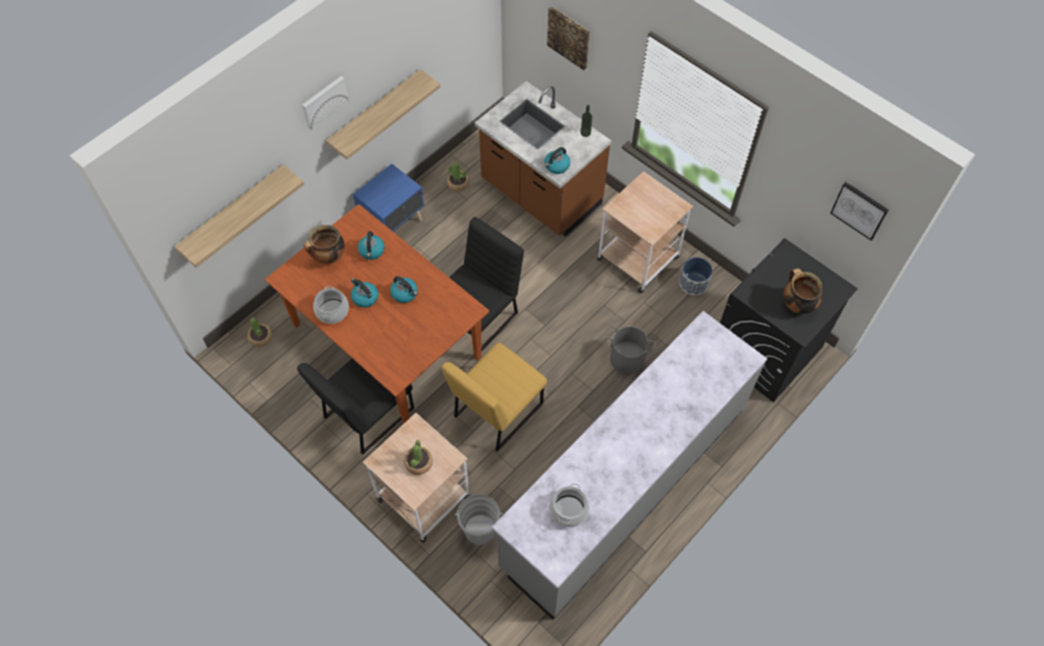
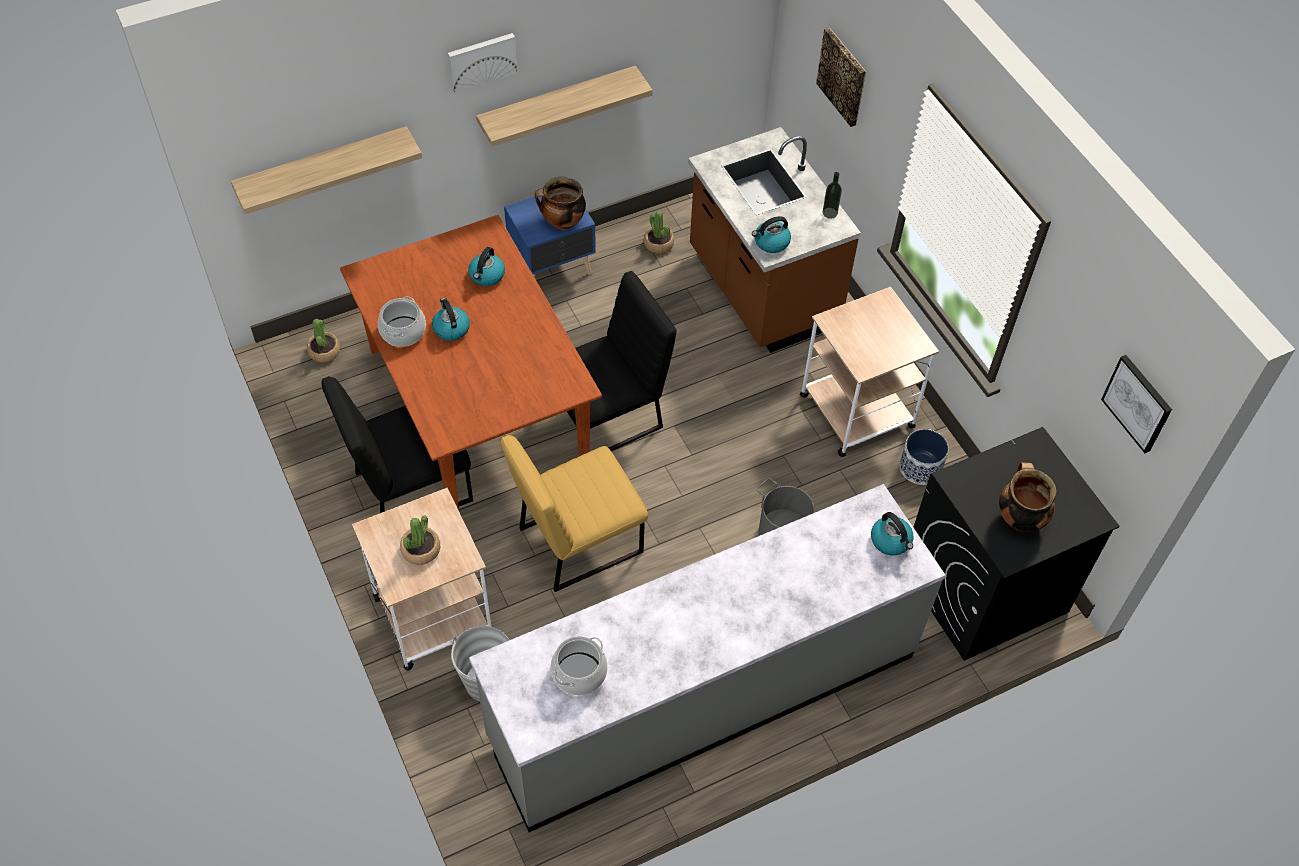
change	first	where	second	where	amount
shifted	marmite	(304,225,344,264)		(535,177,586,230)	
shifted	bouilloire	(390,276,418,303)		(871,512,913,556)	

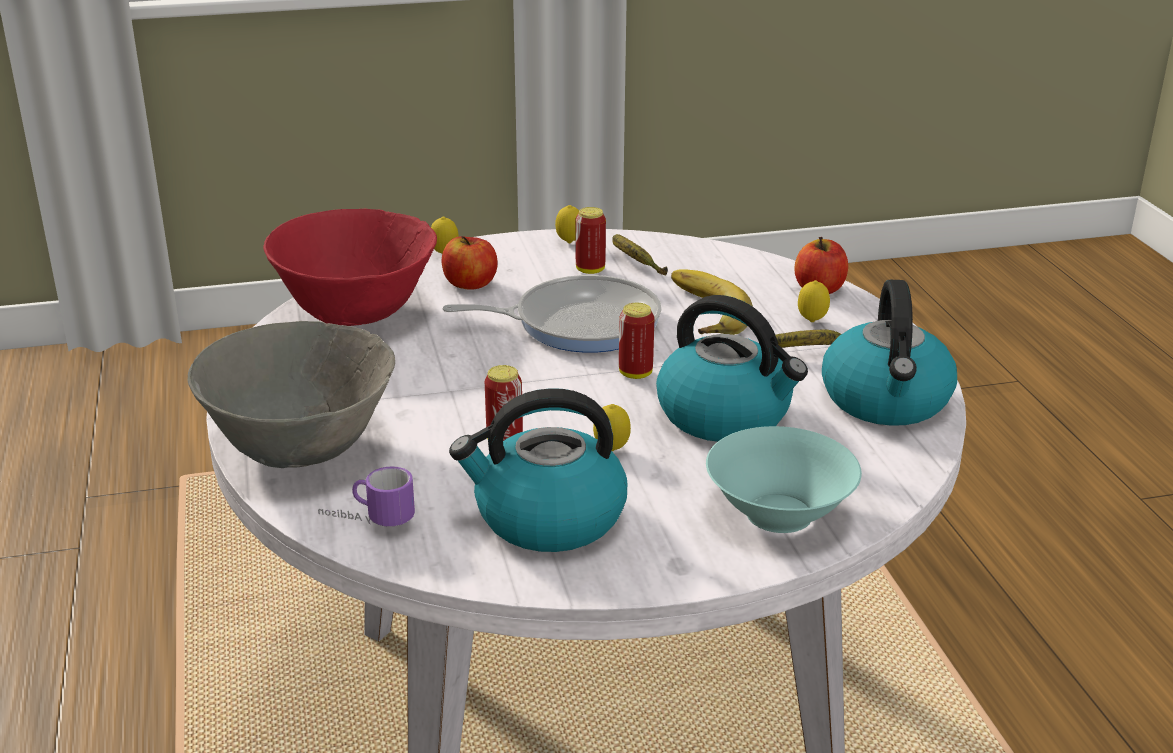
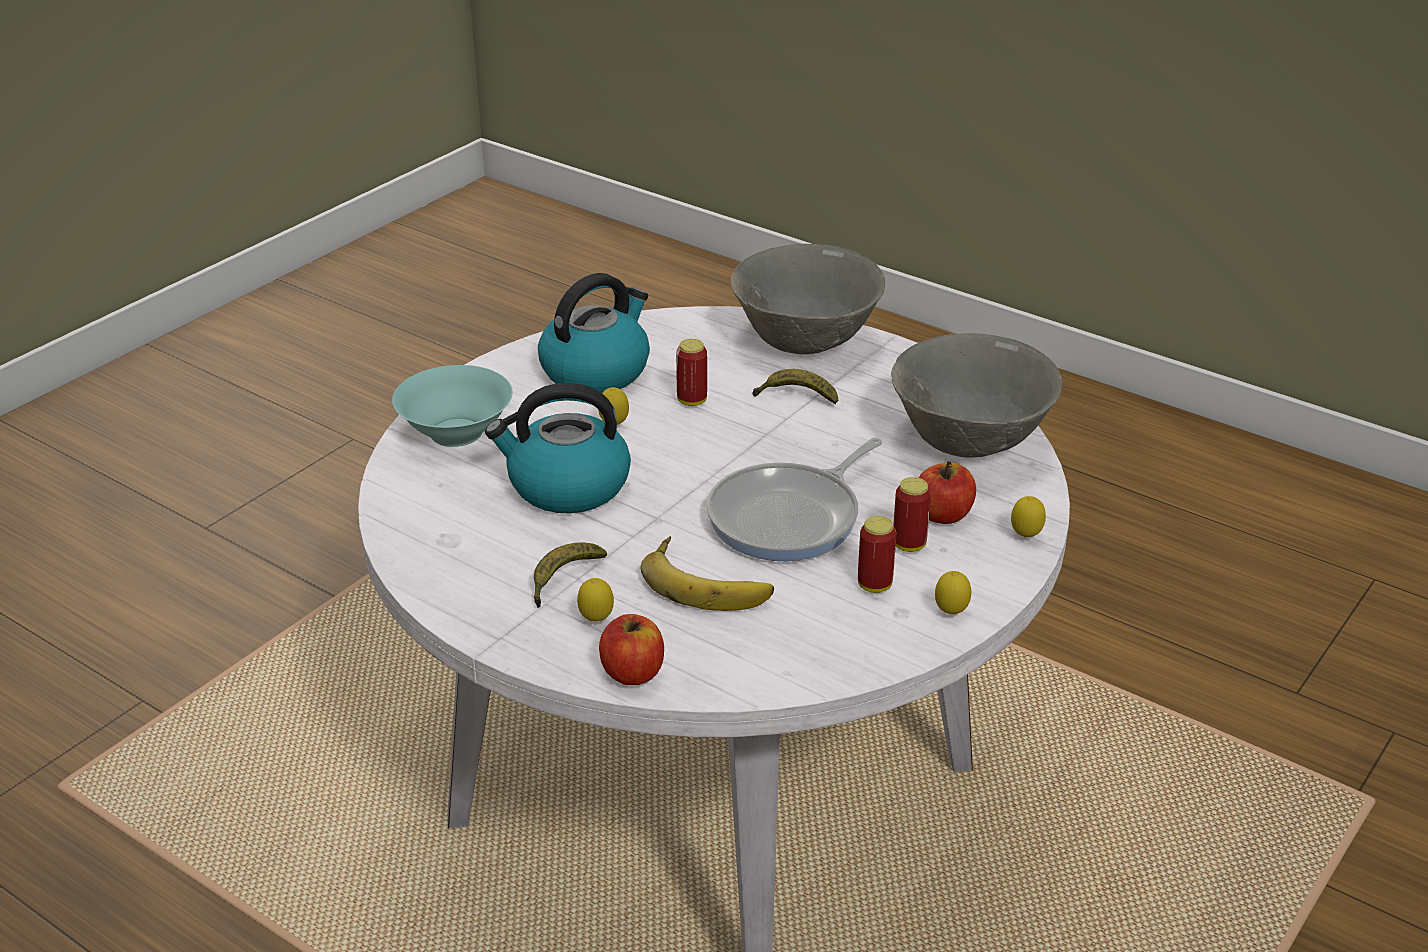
change	first	where	second	where	amount
repainted	bol (rouge)	(263,209,437,326)	bol (gris)	(891,333,1062,458)	
shifted	banane	(612,234,668,276)		(752,369,838,404)	
gone	bouilloire	(822,280,957,426)			
shifted	boîte métallique	(619,303,654,379)		(893,477,931,552)	
gone	mug	(318,466,415,527)			

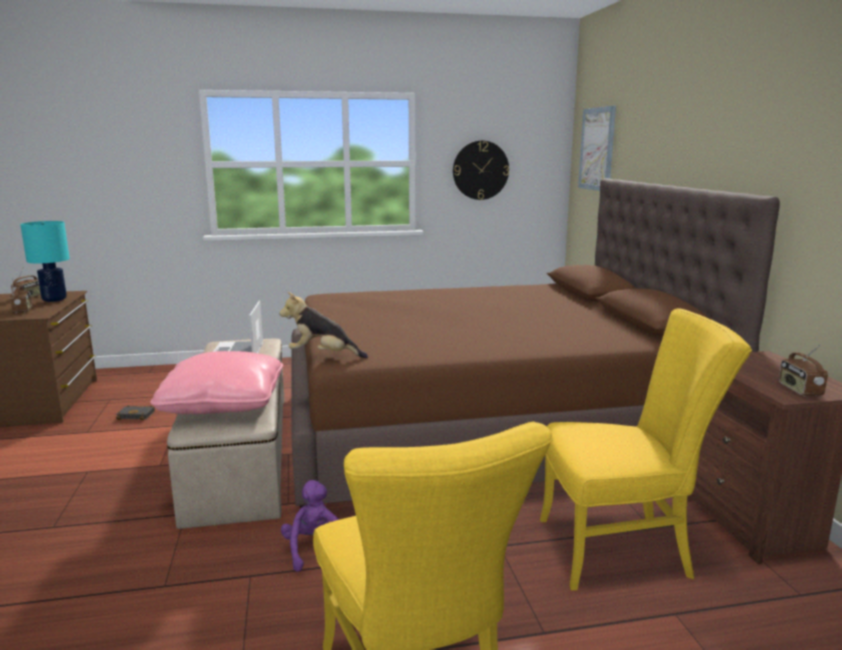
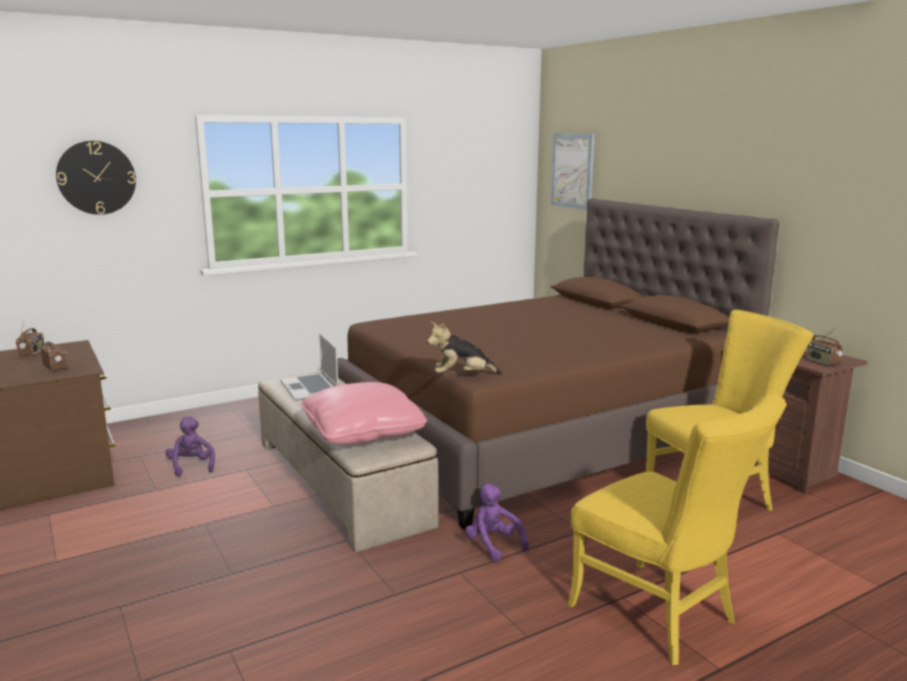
change	first	where	second	where	amount
shifted	horloge murale	(453,141,509,200)		(56,141,136,215)	
gone	lampe de table (turquoise)	(20,221,70,302)			
swapped	livre (noir)	(116,405,155,420)	peluche (violet)	(165,416,215,477)	

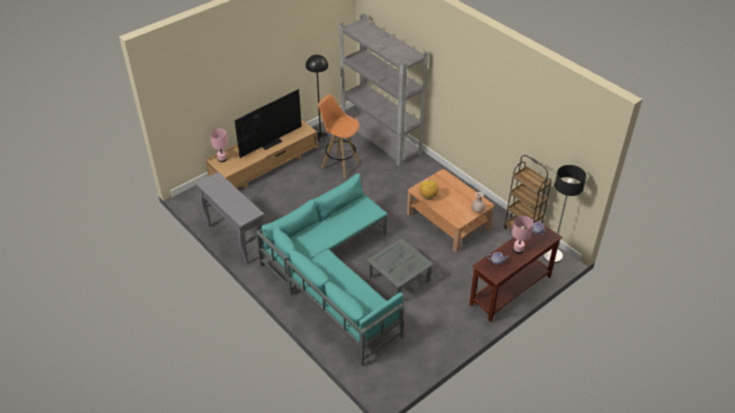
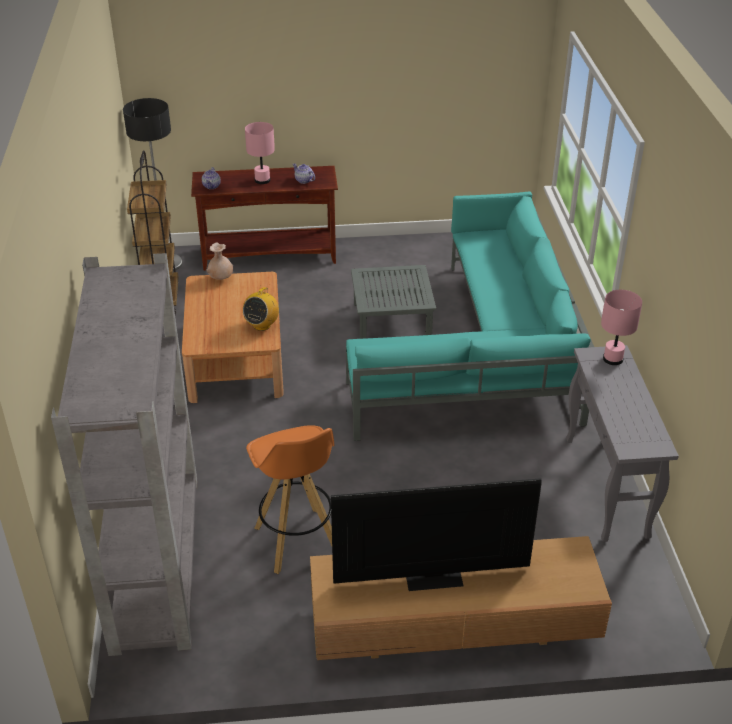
change	first	where	second	where	amount
gone	lampadaire (noir)	(306,55,328,142)			
shifted	lampe de table (rose)	(210,129,228,162)		(601,290,642,365)	

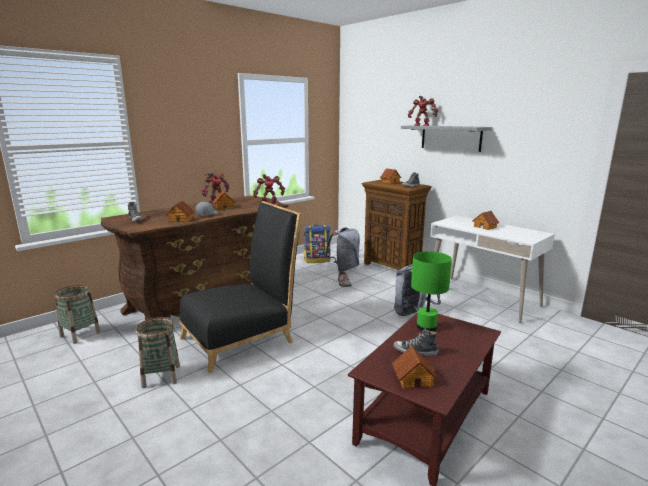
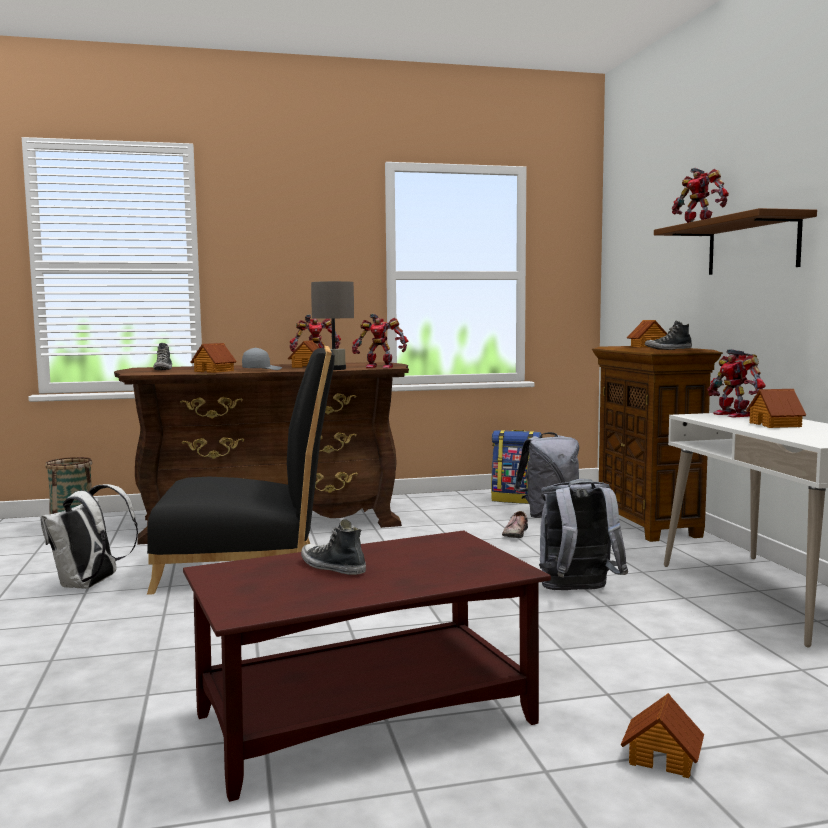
change	first	where	second	where	amount
repainted	étagère (gris)	(401,125,492,152)	étagère (marron)	(654,208,817,275)	
gone	lampe de table (vert)	(411,251,452,332)			
swapped	panier	(135,317,180,388)	sac à dos (blanc)	(40,484,138,589)	
shifted	maison miniature	(392,346,438,389)		(620,693,704,778)	
new			lampe de table (gris)	(311,281,354,370)	
new			robot jouet	(707,349,765,417)	

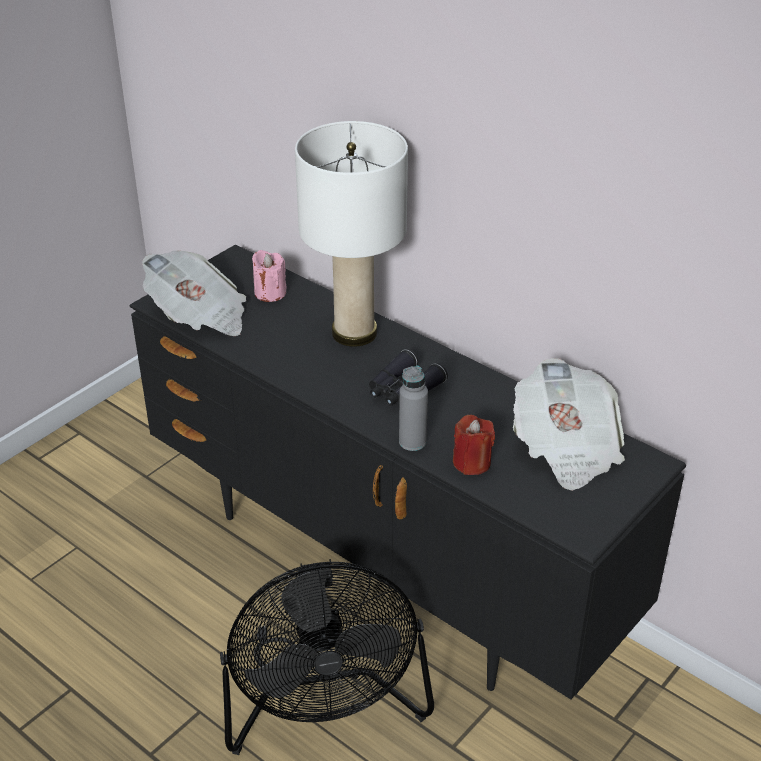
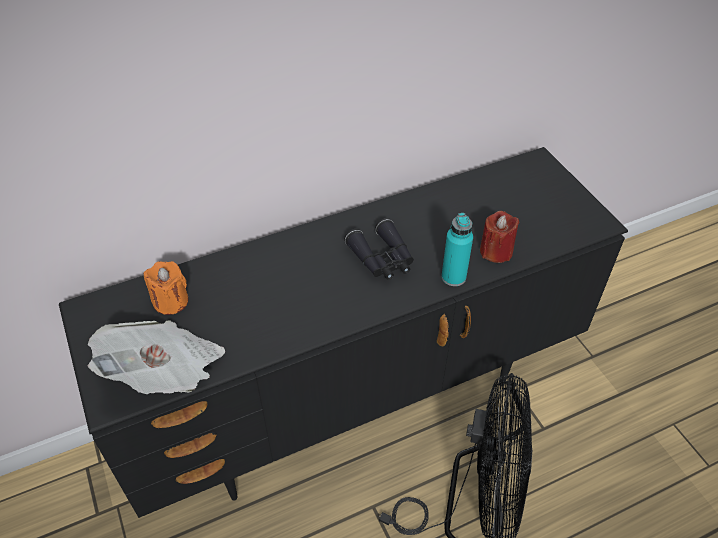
change	first	where	second	where	amount
gone	lampe de table (blanc)	(295,121,408,347)			
repainted	bougie (rose)	(252,250,287,302)	bougie (orange)	(144,261,189,315)	
gone	journal	(513,358,625,491)			
repainted	bouteille (gris)	(399,366,428,451)	bouteille (turquoise)	(441,213,473,286)	

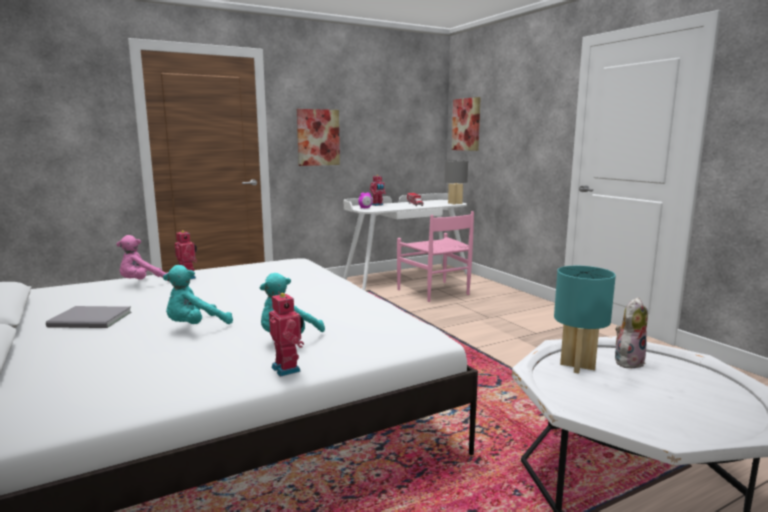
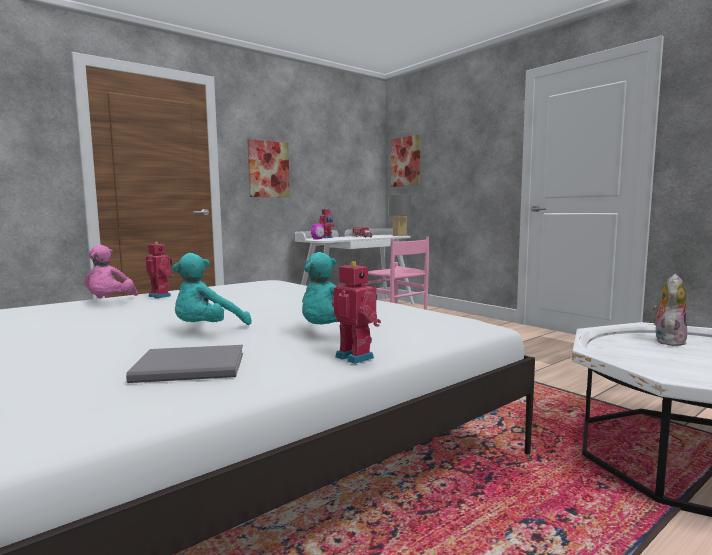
change	first	where	second	where	amount
rotated	peluche (rose)	(116,235,168,279)		(84,245,138,299)	45 degrees counterclockwise
gone	lampe de table (turquoise)	(554,266,616,373)			
shifted	livre (gris)	(46,306,131,328)		(126,345,243,383)	

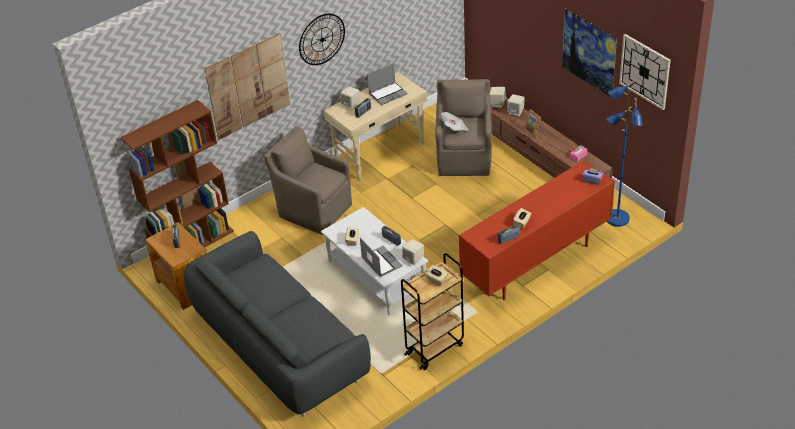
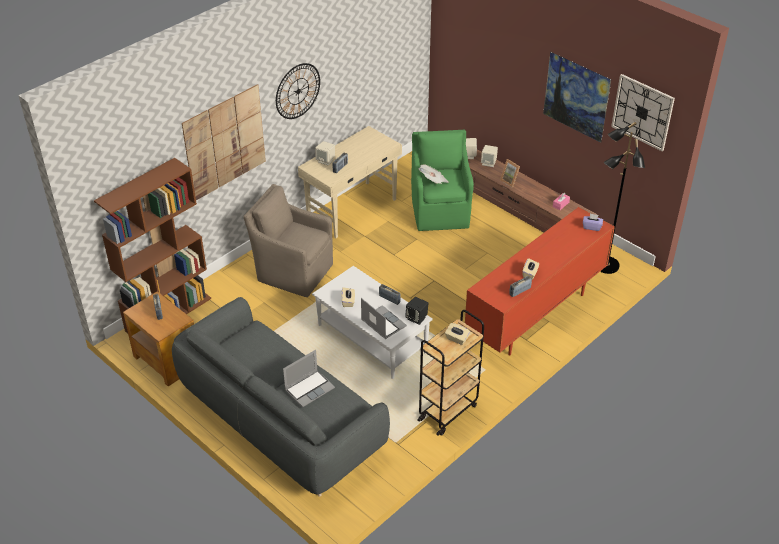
change	first	where	second	where	amount
shifted	ordinateur portable	(367,63,407,105)		(283,350,335,407)	
repainted	fauteuil (marron)	(435,79,492,176)	fauteuil (vert)	(411,130,474,231)	
repainted	lampadaire (bleu)	(606,81,643,227)	lampadaire (noir)	(600,122,645,274)	
repainted	enceinte (beige)	(402,239,424,266)	enceinte (noir)	(405,297,428,325)	

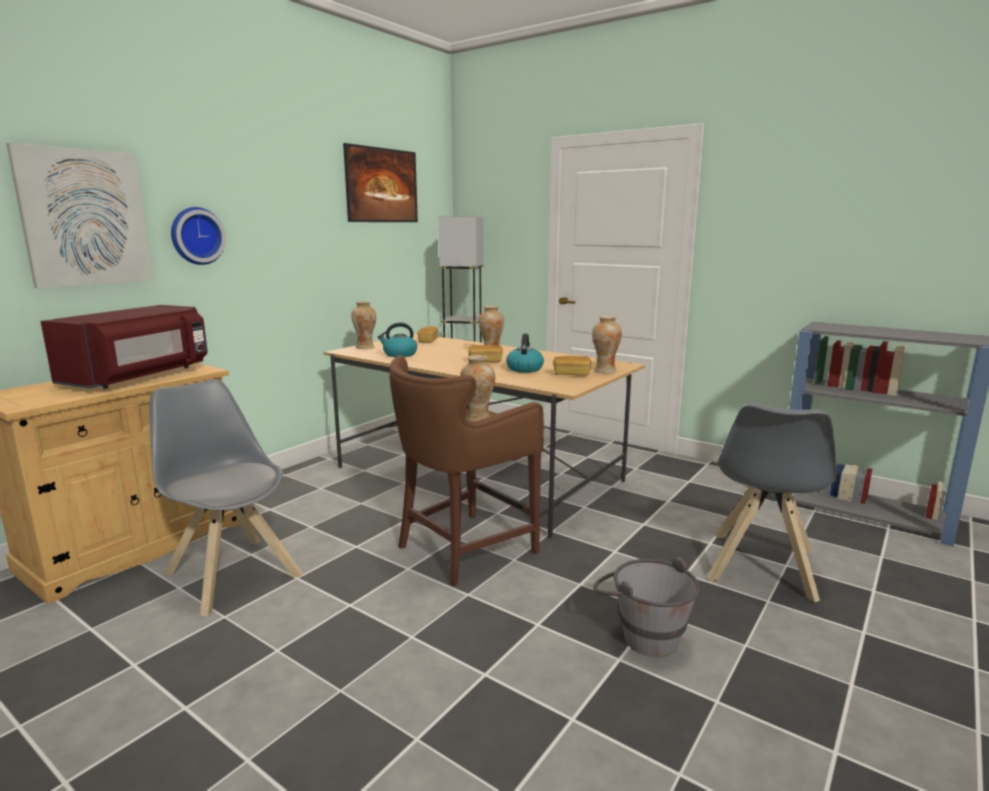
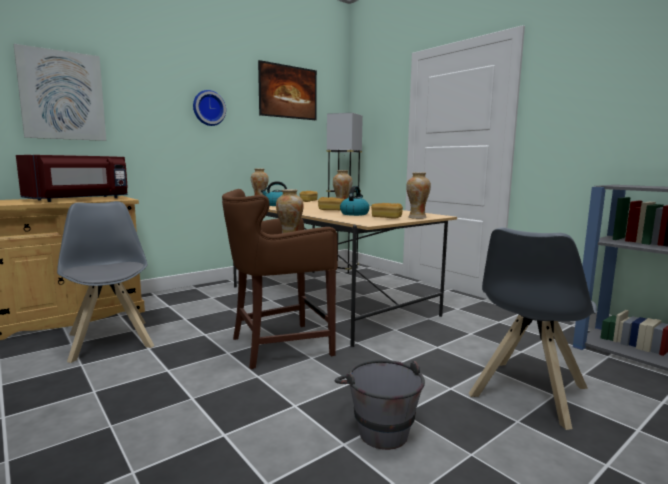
change	first	where	second	where	amount
shifted	horloge murale	(171,207,226,265)		(193,90,226,126)	

